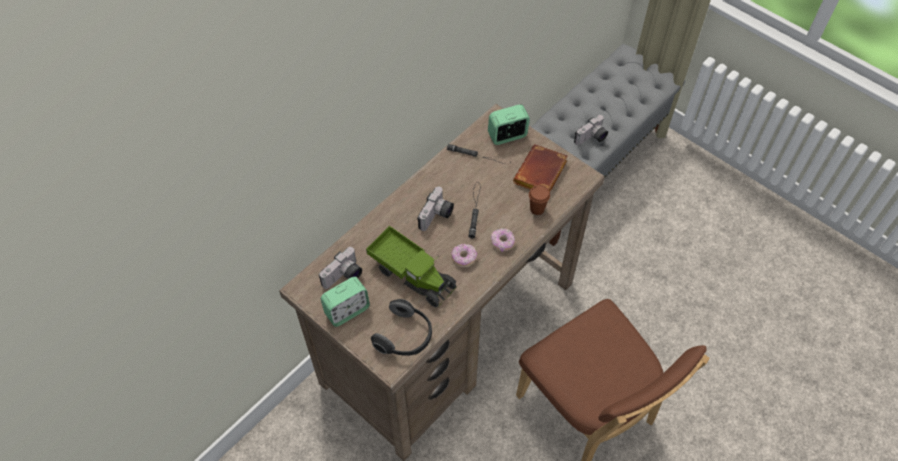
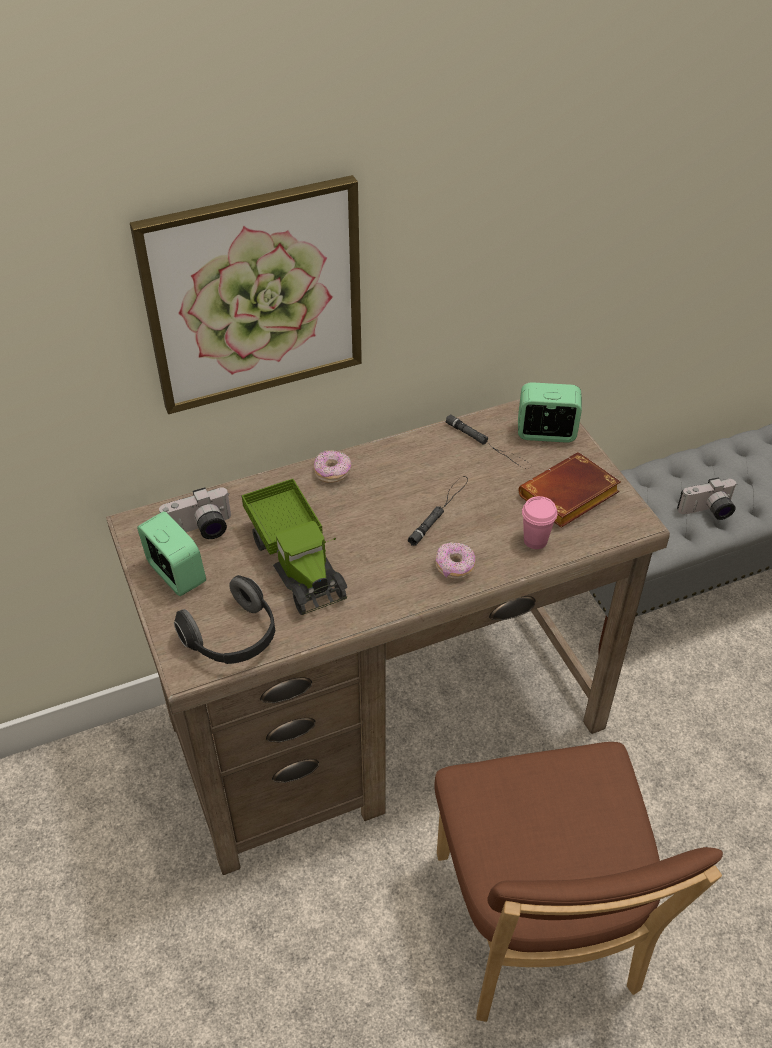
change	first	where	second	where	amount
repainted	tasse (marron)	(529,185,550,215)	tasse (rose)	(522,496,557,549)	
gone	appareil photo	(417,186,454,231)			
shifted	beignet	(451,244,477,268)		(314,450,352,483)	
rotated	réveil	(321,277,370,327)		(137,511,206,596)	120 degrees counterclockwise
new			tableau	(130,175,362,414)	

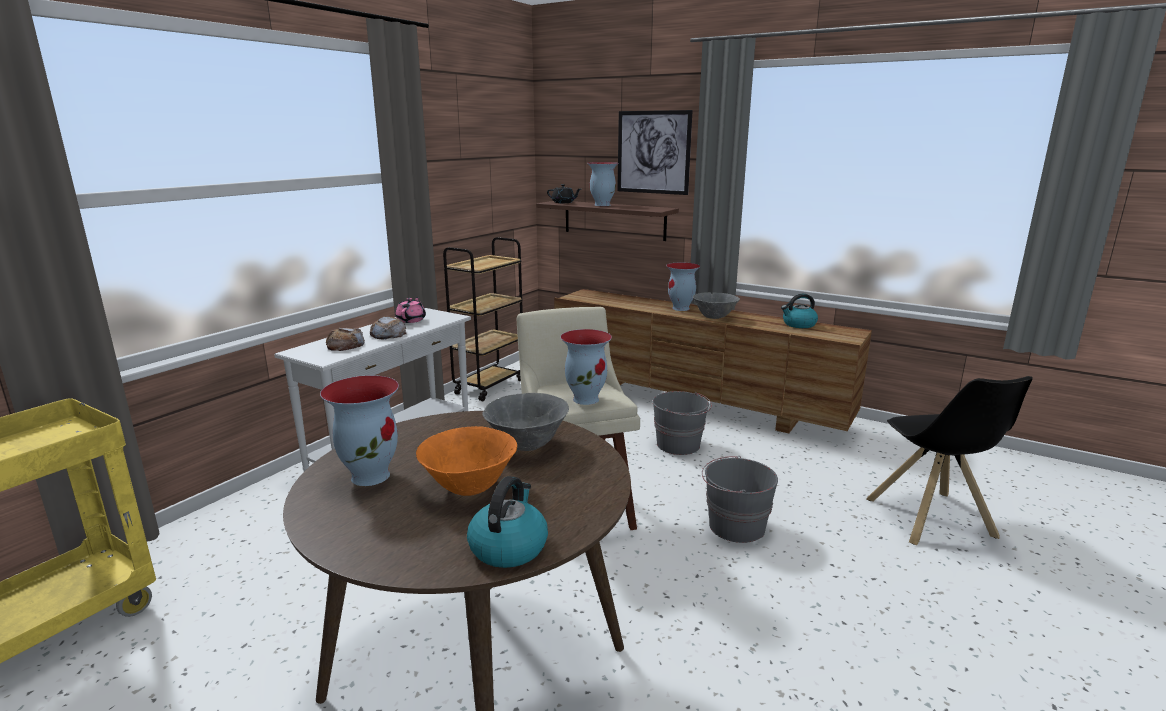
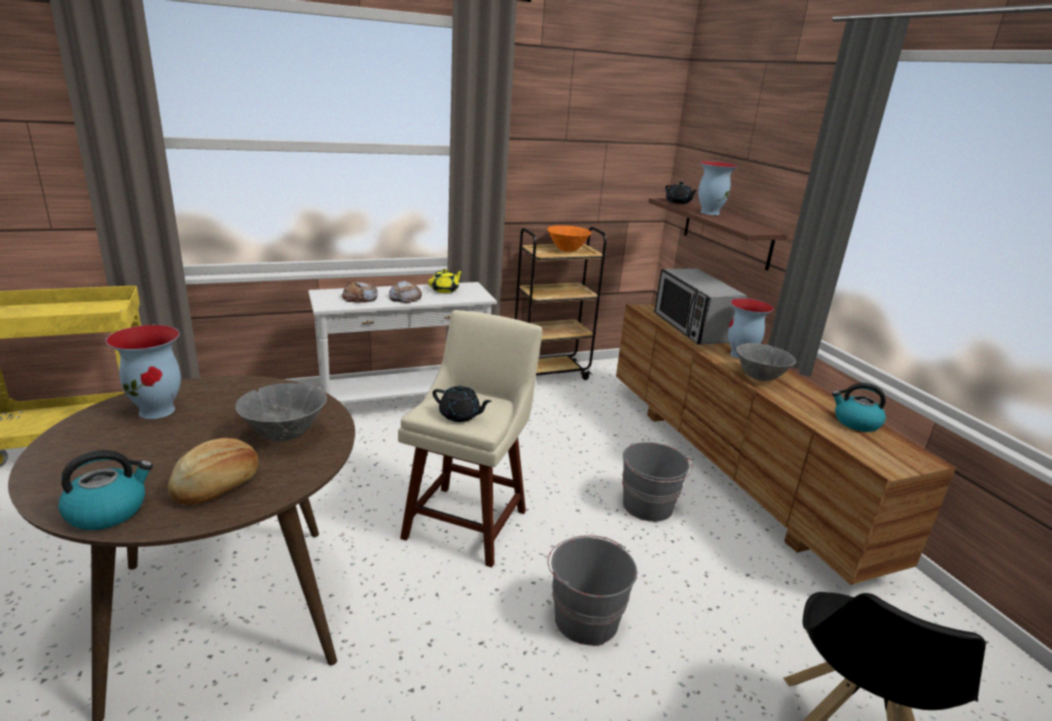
change	first	where	second	where	amount
gone	tableau	(617,110,693,195)			
repainted	théière (rose)	(396,297,426,323)	théière (jaune)	(428,269,463,293)	
swapped	vase	(560,329,612,405)	théière (noir)	(433,386,492,422)	
shifted	bol (orange)	(416,426,517,496)		(547,225,591,252)	
new			micro-ondes	(654,268,747,345)	
new			pain	(168,438,258,505)	

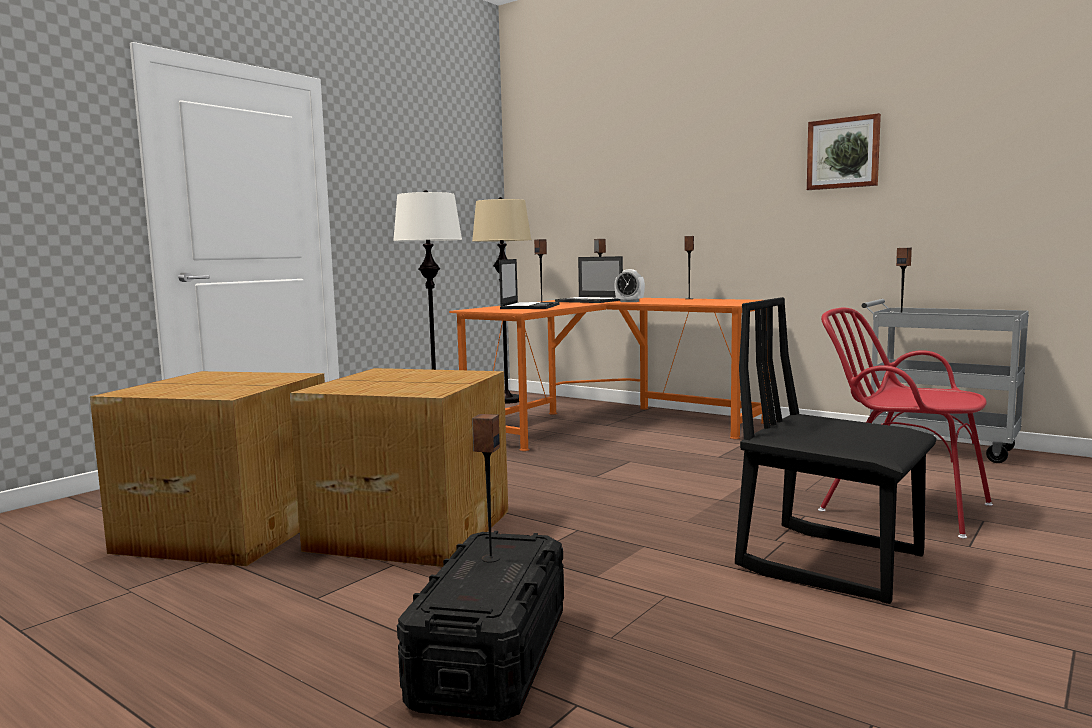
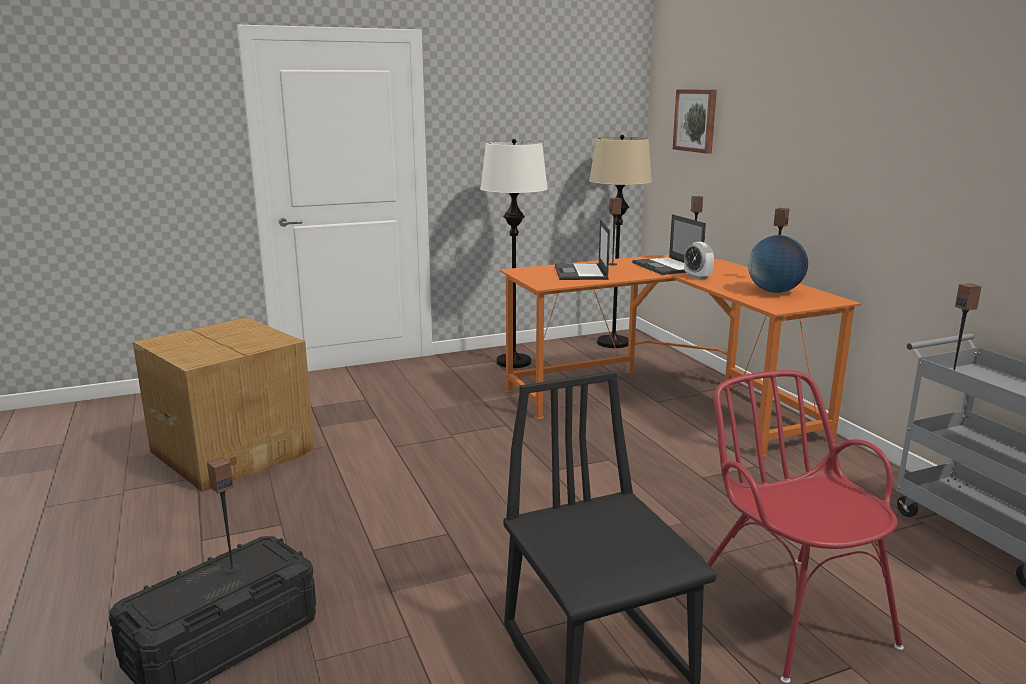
change	first	where	second	where	amount
shifted	tableau	(807,113,881,190)		(673,89,717,154)	
rotated	ordinateur portable	(499,259,559,309)		(555,219,610,280)	135 degrees clockwise
gone	carton	(290,368,508,567)			
new			globe	(748,235,808,293)	

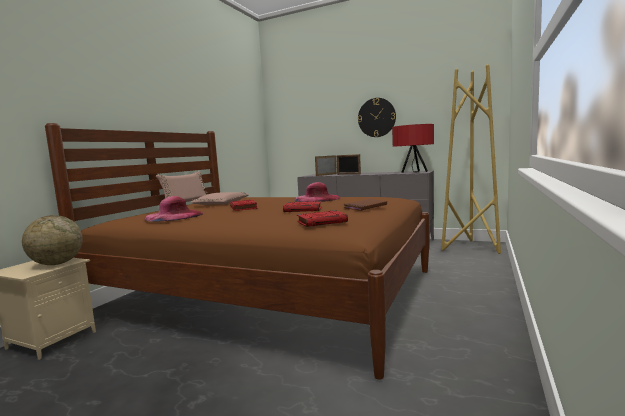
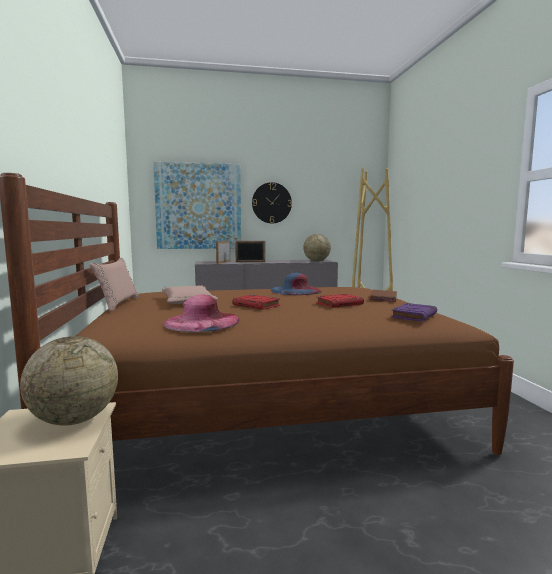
change	first	where	second	where	amount
swapped	lampe de table (rouge)	(392,124,434,173)	globe	(303,234,331,261)	
repainted	chapeau (rose)	(294,182,340,202)	chapeau (bleu)	(271,273,322,295)	
repainted	livre (rouge)	(297,210,348,227)	livre (violet)	(391,303,437,322)	
new			tableau	(153,162,241,249)	

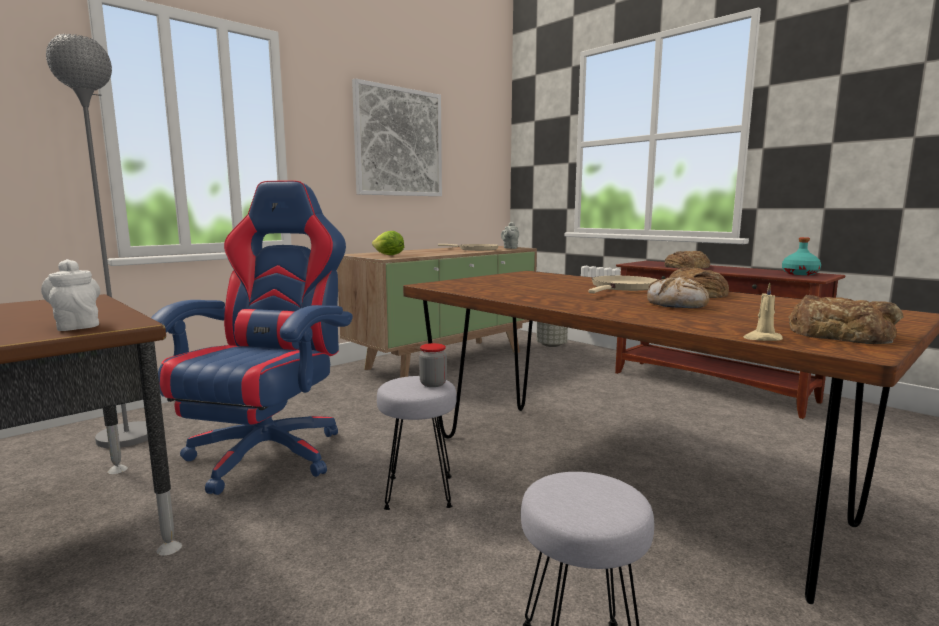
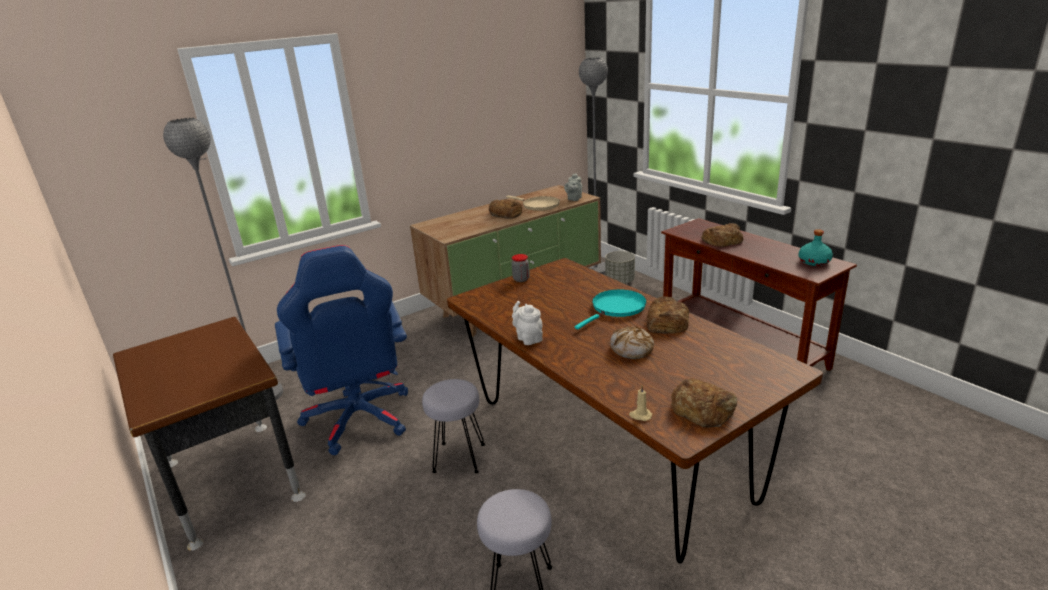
change	first	where	second	where	amount
gone	tableau	(352,78,442,196)			
rotated	chaise de bureau (bleu)	(151,180,353,495)		(275,245,408,455)	135 degrees clockwise
gone	laitue	(372,231,404,255)			
shifted	théière (blanc)	(41,259,100,331)		(512,301,543,345)	
repainted	poêle (beige)	(589,276,658,293)	poêle (turquoise)	(575,289,647,329)	
shifted	bocal	(419,343,447,387)		(512,254,530,282)	
new			lampadaire (gris)	(579,58,608,274)	
new			pain	(489,199,523,219)	

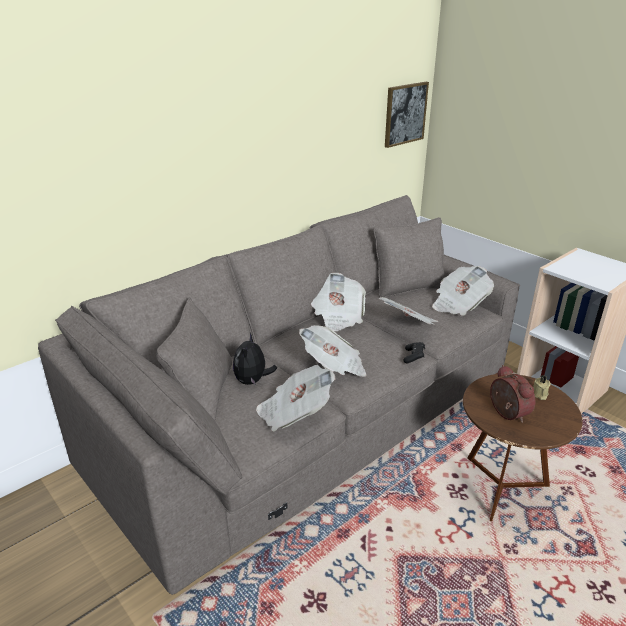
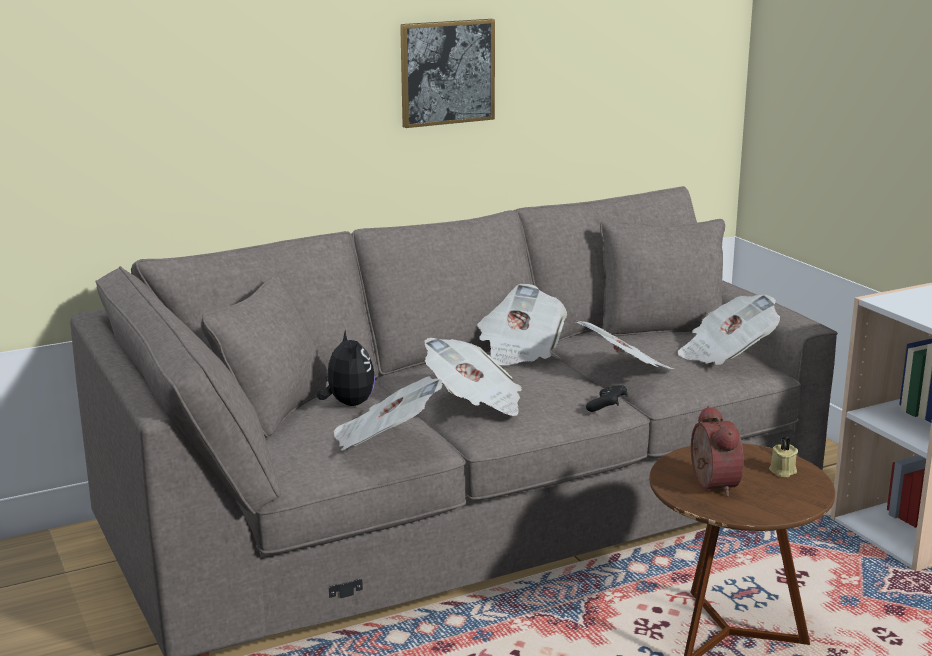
change	first	where	second	where	amount
shifted	tableau	(385,82,429,148)		(400,19,495,128)	
rotated	peluche	(233,333,277,385)		(317,330,375,406)	135 degrees clockwise

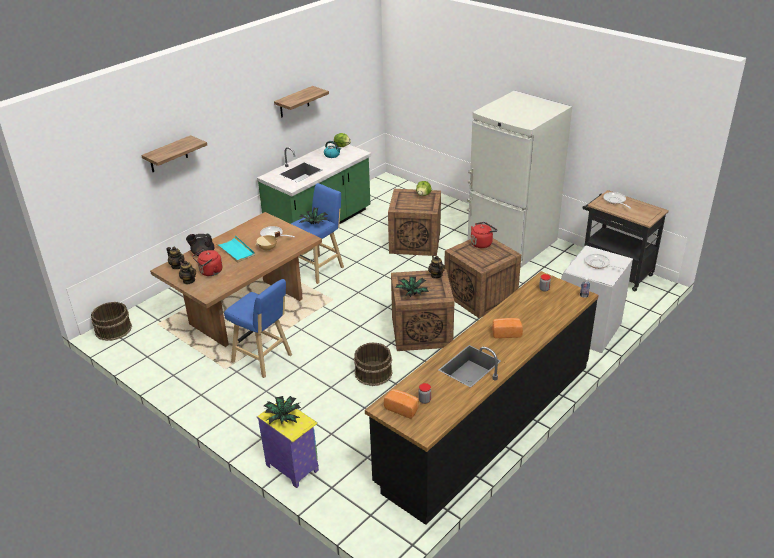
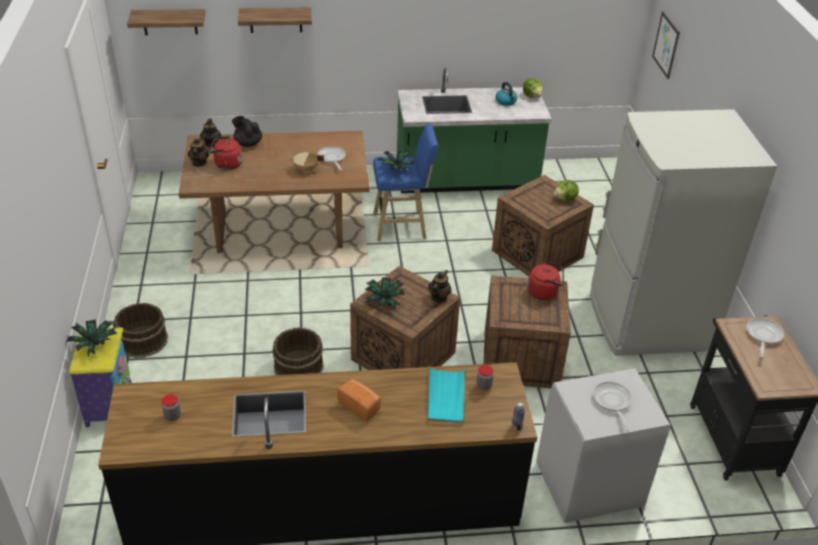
change	first	where	second	where	amount
shifted	étagère	(274,86,329,118)		(127,9,205,35)	
shifted	plateau (turquoise)	(217,235,255,263)		(428,366,468,424)	
gone	tabouret (bleu)	(224,279,292,378)			
shifted	seau (marron)	(91,302,132,341)		(113,303,168,358)	
gone	pain	(384,389,419,419)			
new			tableau	(652,11,680,79)	

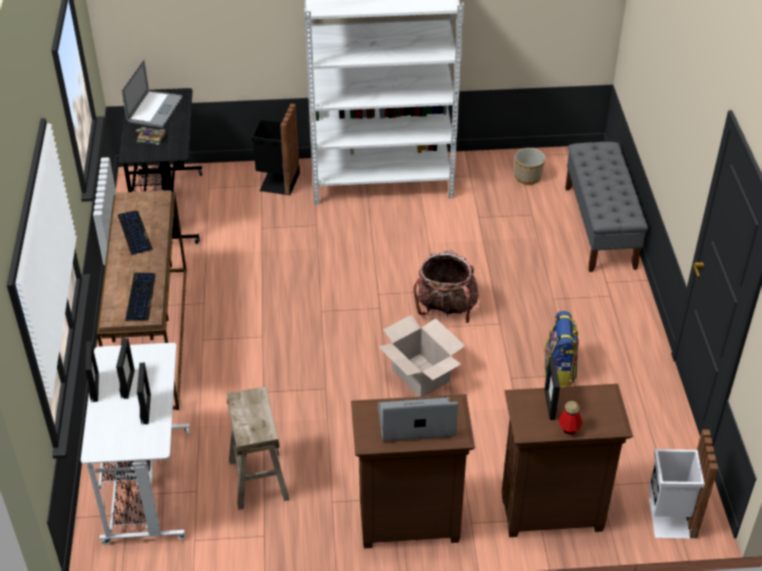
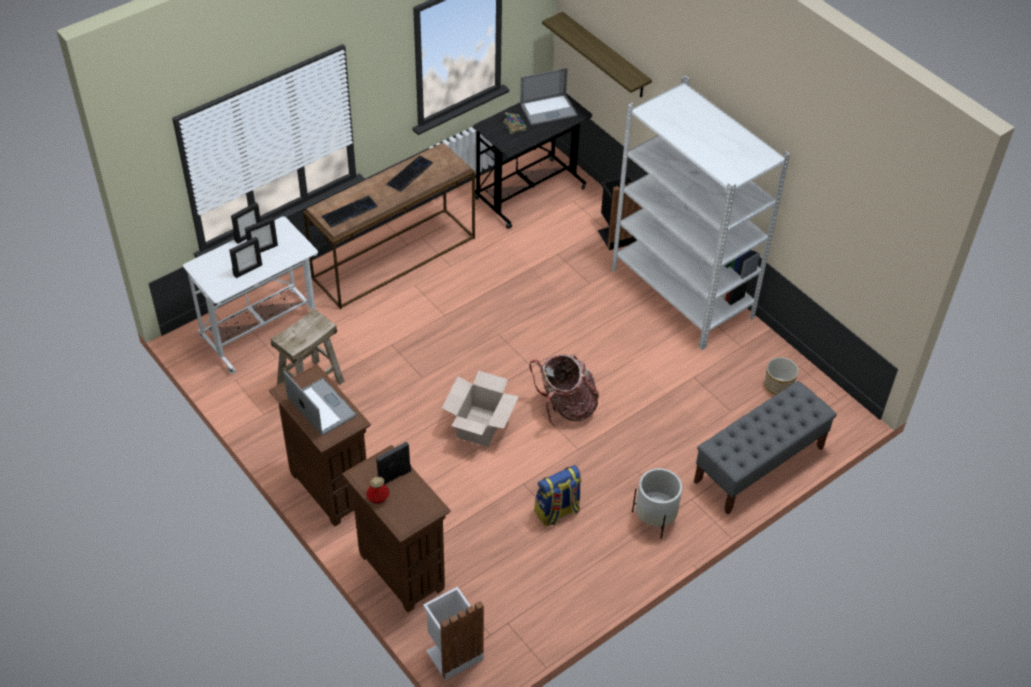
change	first	where	second	where	amount
new			étagère	(542,12,652,98)	
new			cache-pot (blanc)	(632,468,682,539)	

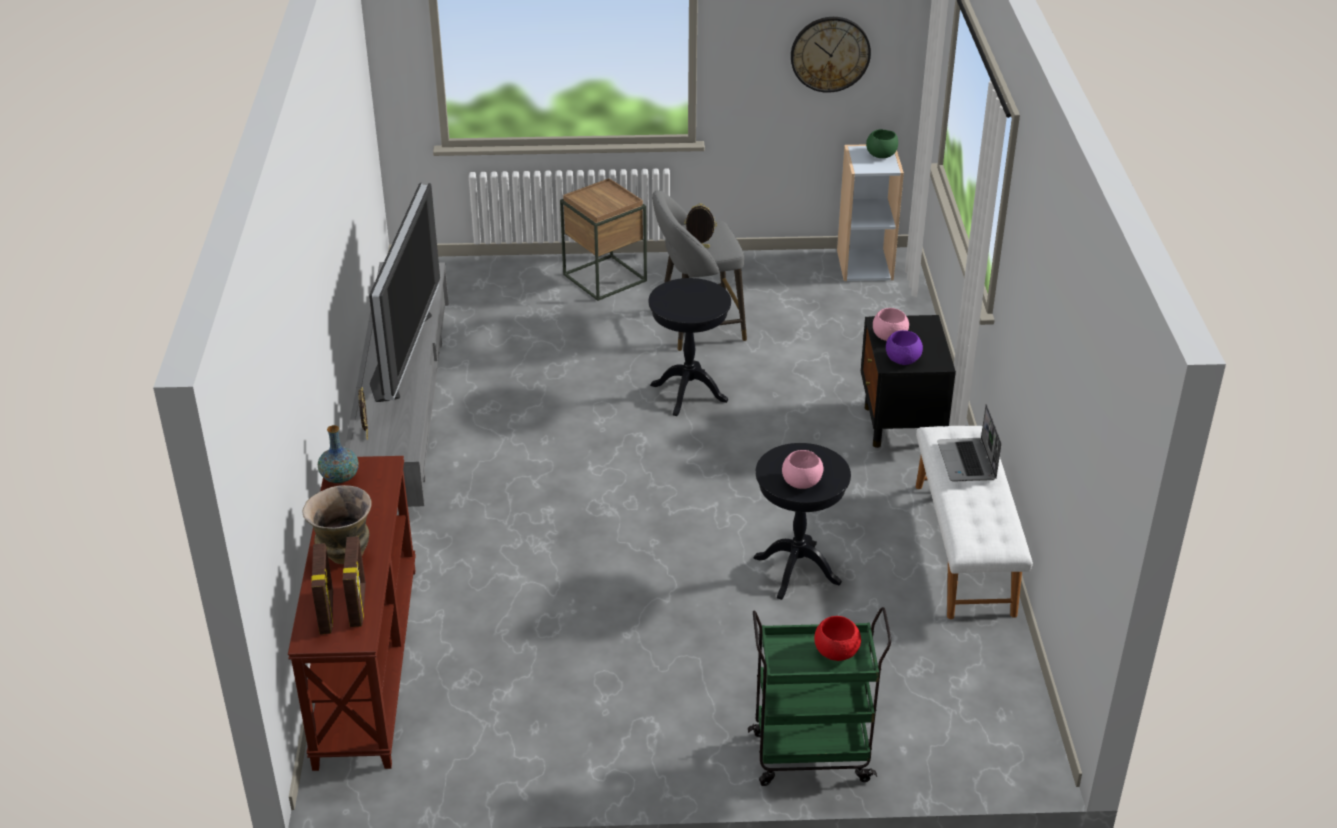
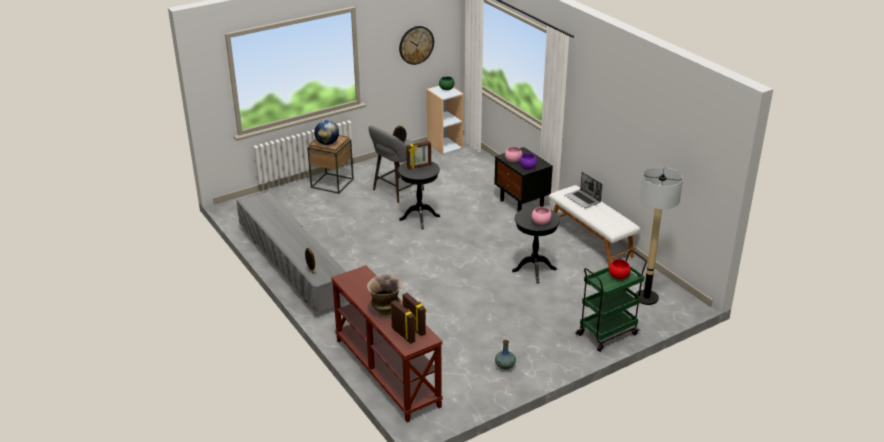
change	first	where	second	where	amount
gone	téléviseur	(369,183,440,402)			
shifted	vase	(318,425,359,483)		(495,340,516,370)	
new			globe	(314,120,339,145)	
new			cadre photo	(406,141,431,169)	
new			lampadaire	(636,167,683,305)	

